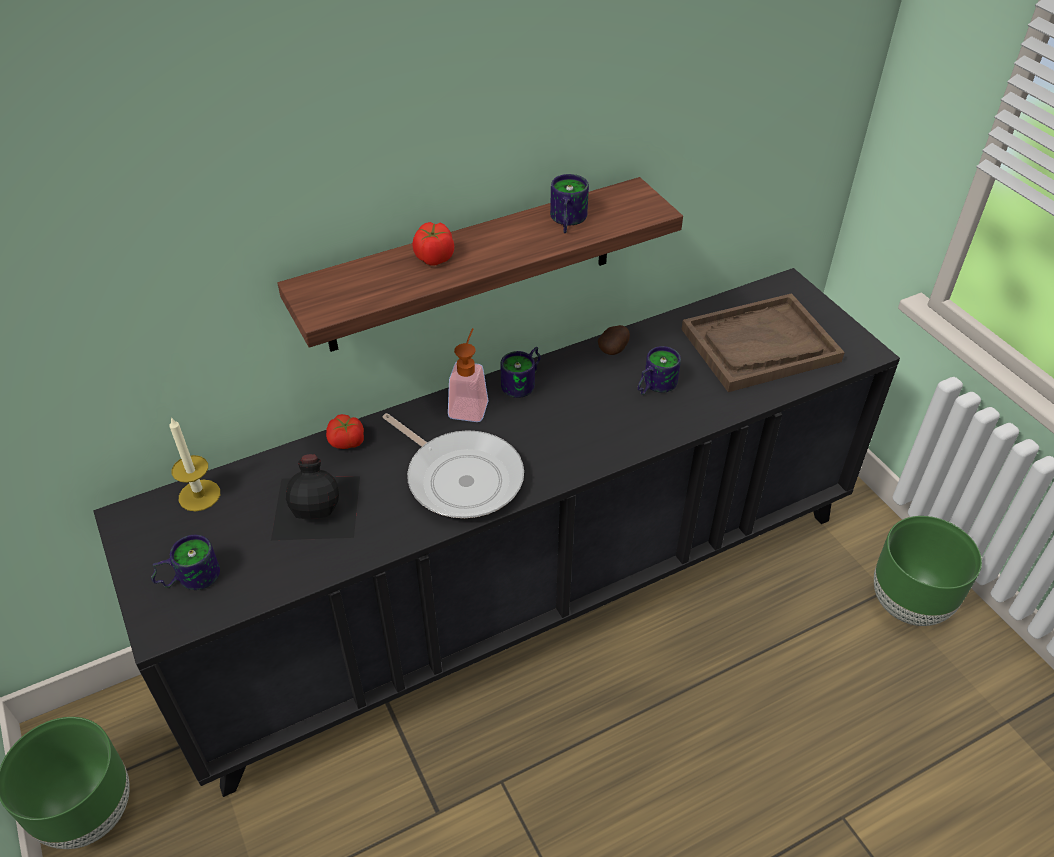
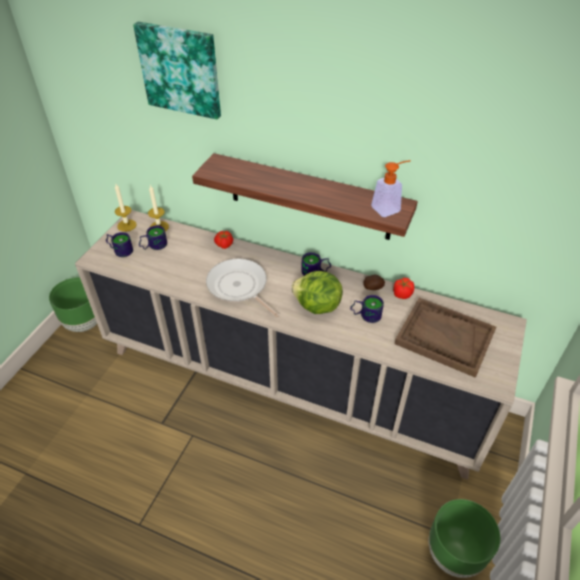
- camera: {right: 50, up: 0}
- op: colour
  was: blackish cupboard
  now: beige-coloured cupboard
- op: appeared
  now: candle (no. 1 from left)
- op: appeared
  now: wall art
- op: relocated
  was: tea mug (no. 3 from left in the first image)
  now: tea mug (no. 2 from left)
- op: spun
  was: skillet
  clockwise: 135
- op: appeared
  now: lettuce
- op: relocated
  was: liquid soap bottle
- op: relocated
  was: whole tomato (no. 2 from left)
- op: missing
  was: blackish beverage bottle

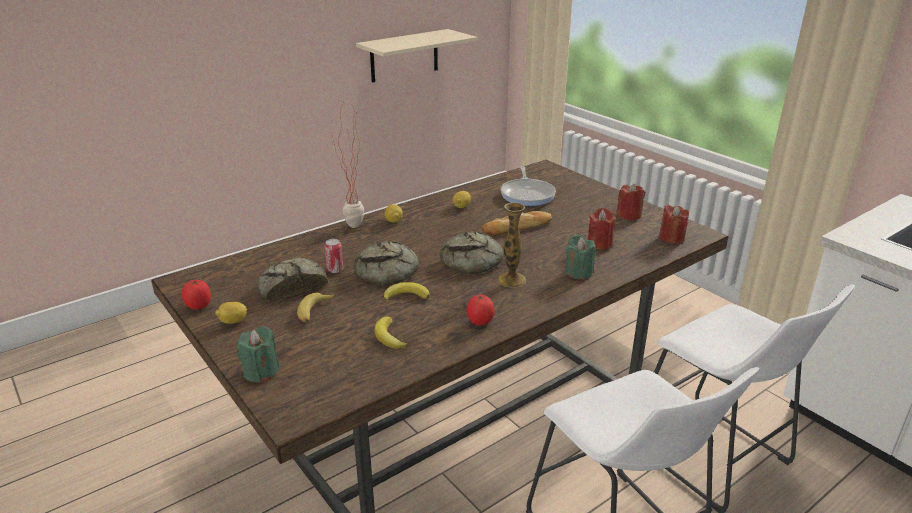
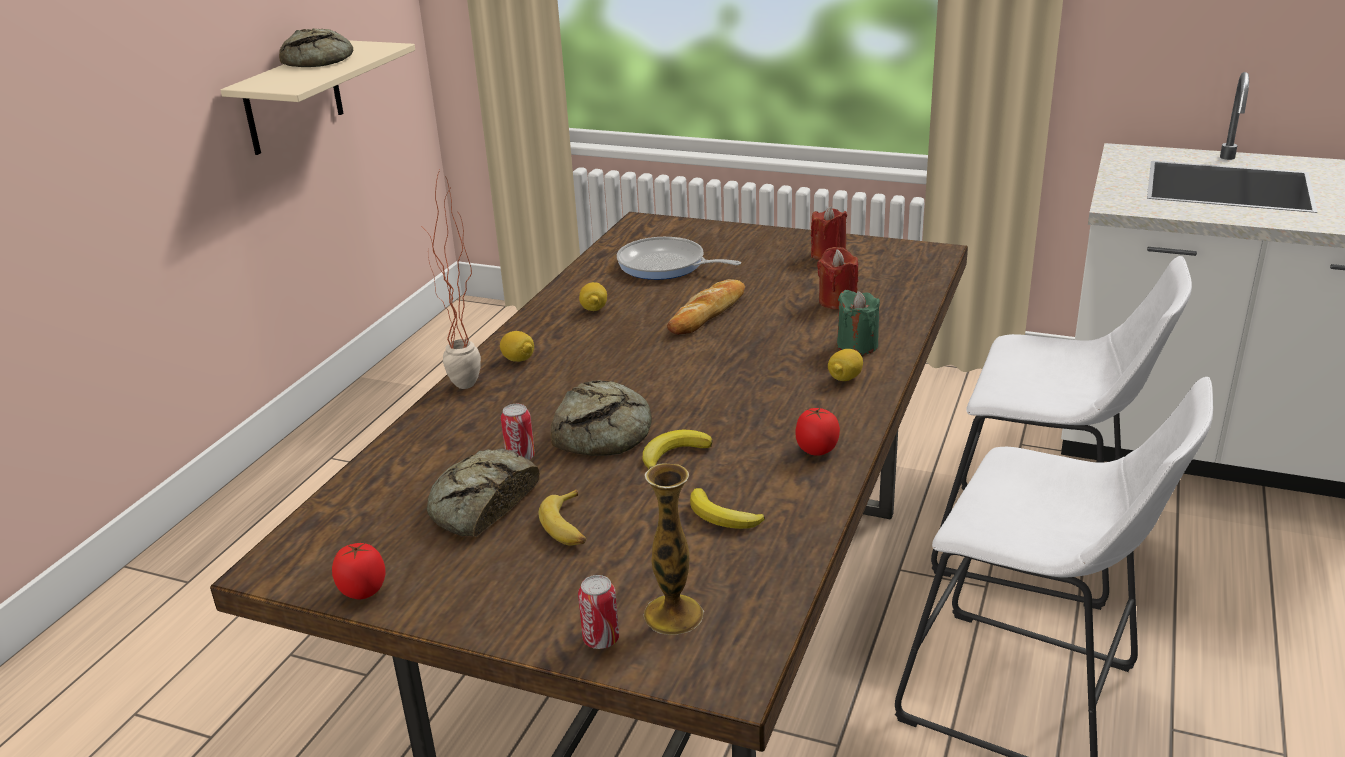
- camera: {right: -30, up: 0}
- op: relocated
  was: baked bread (no. 3 from left in the first image)
  now: baked bread (no. 1 from left)
- op: exchanged
  was: green-coloured candle (no. 1 from left)
  now: sealed can (no. 2 from left)
- op: spun
  was: skillet
  clockwise: 150
- op: relocated
  was: vase
- op: relocated
  was: lemon (no. 1 from left in the first image)
  now: lemon (no. 3 from left)
- op: missing
  was: reddish candle (no. 3 from left)

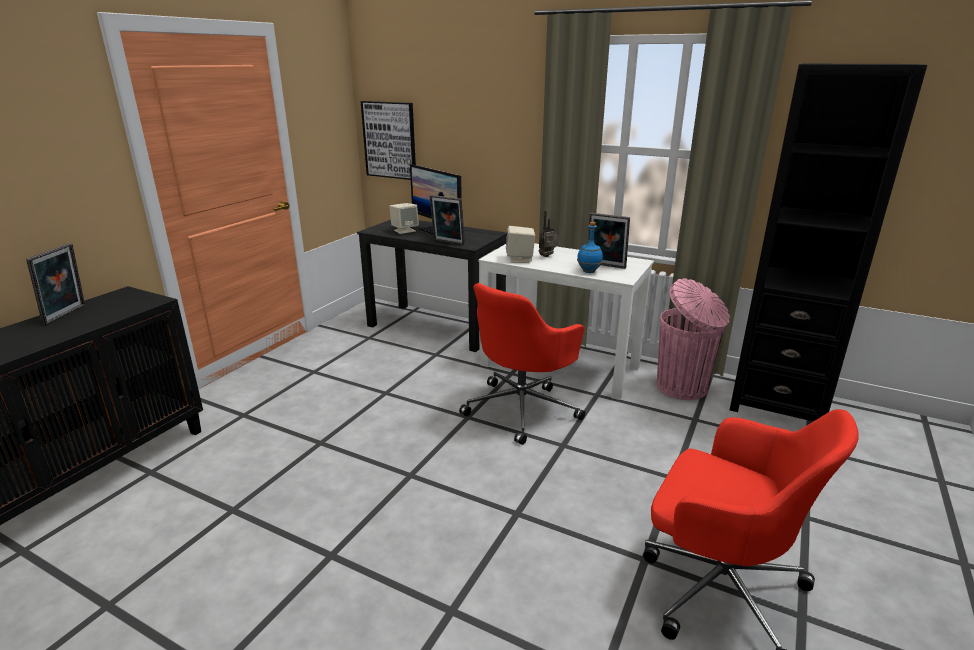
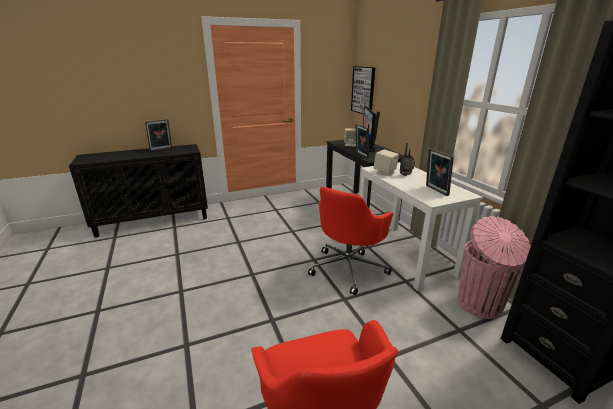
- camera: {right: 40, up: 0}
- op: spun
  was: reddish desk chair (no. 1 from left in the first image)
  clockwise: -45
- op: missing
  was: blue beverage bottle

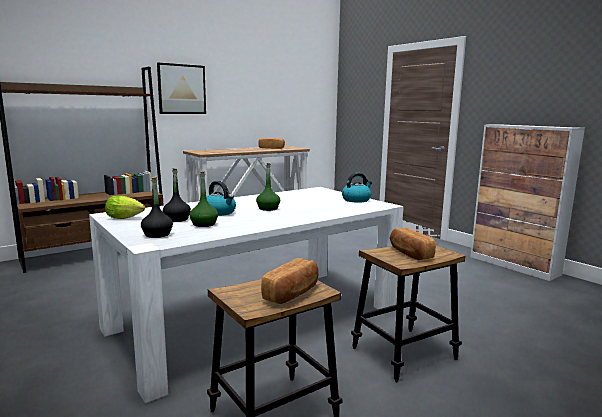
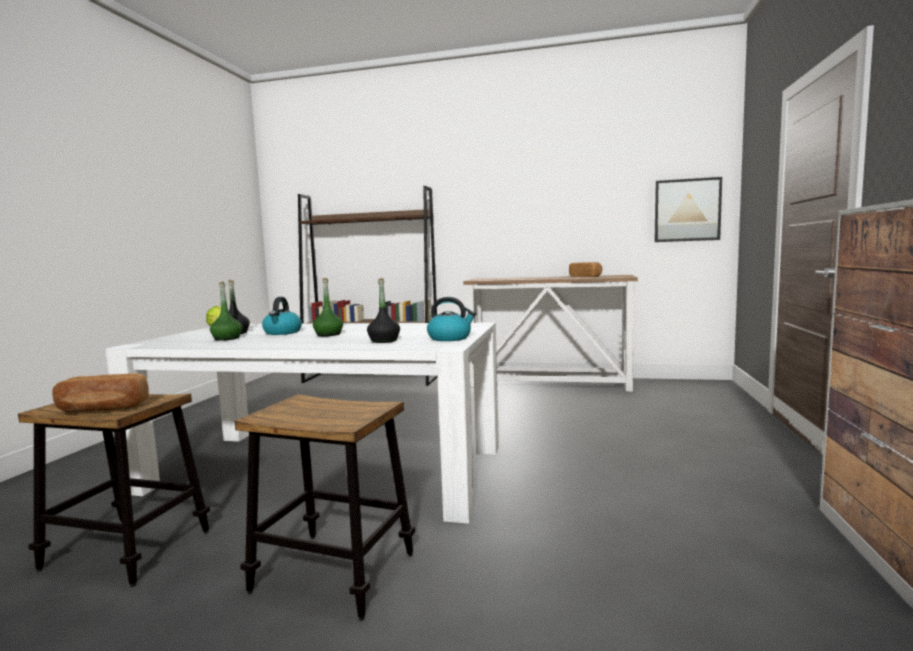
- camera: {right: 50, up: -5}
- op: relocated
  was: blackish beverage bottle (no. 1 from left in the first image)
  now: blackish beverage bottle (no. 2 from left)
- op: relocated
  was: wall art
- op: missing
  was: baked bread (no. 3 from left)

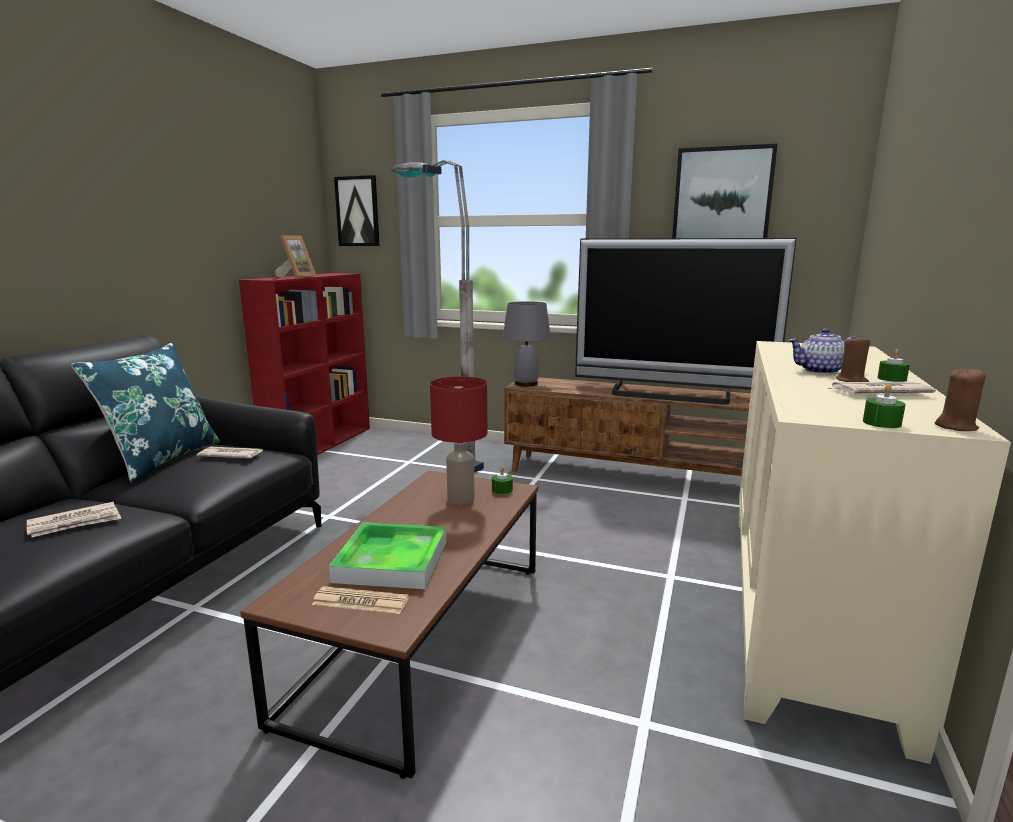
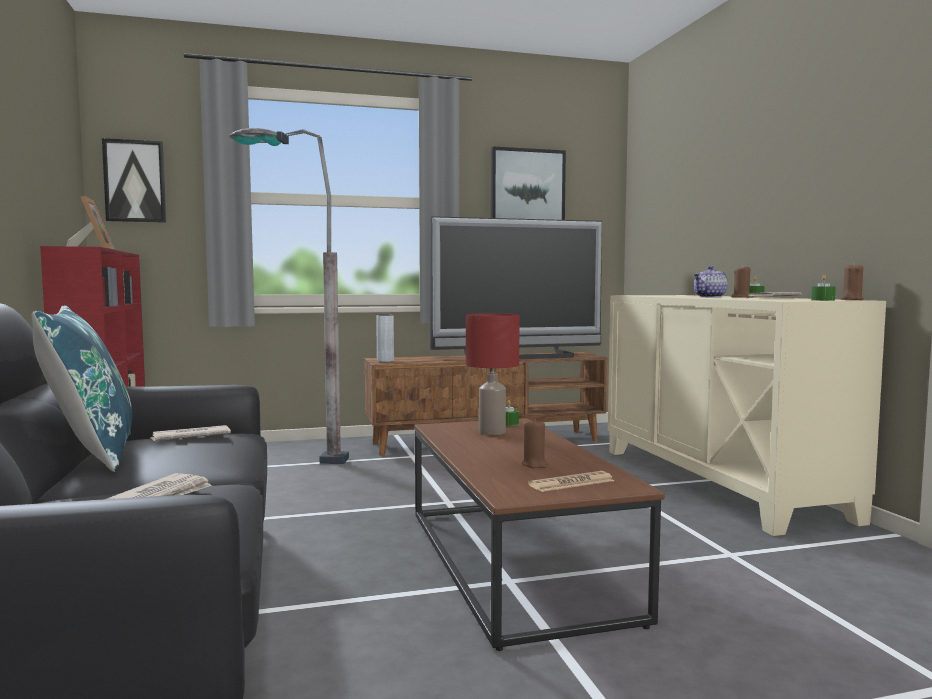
- camera: {right: -35, up: -10}
- op: exchanged
  was: gray table lamp
  now: gray vase
- op: exchanged
  was: tray
  now: brown candle (no. 1 from left)

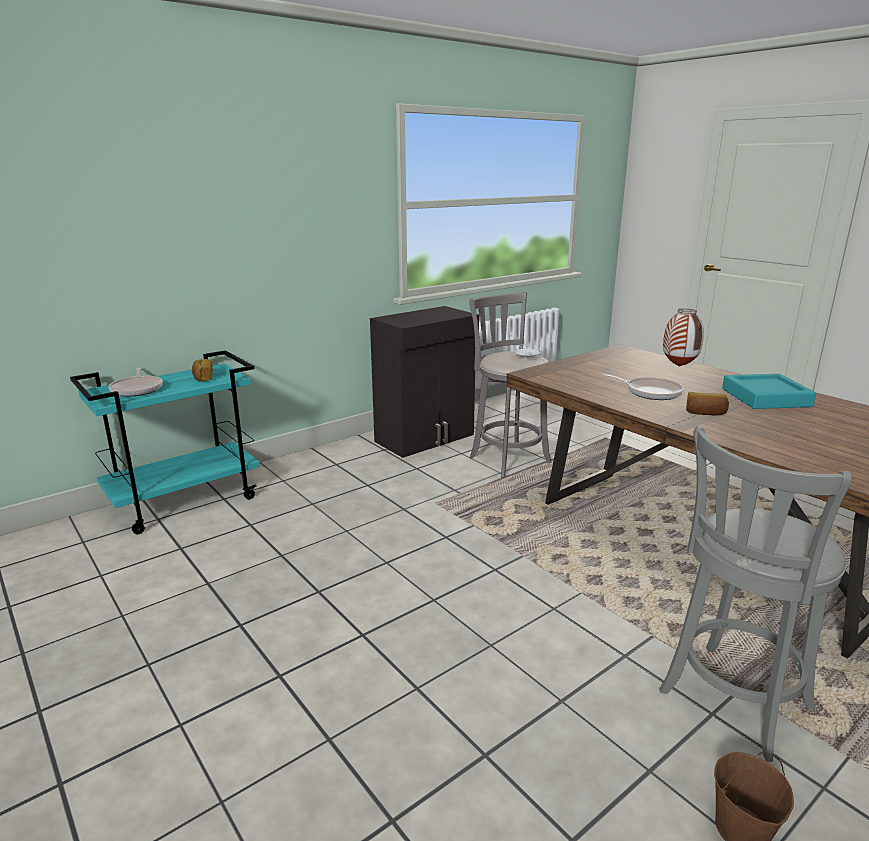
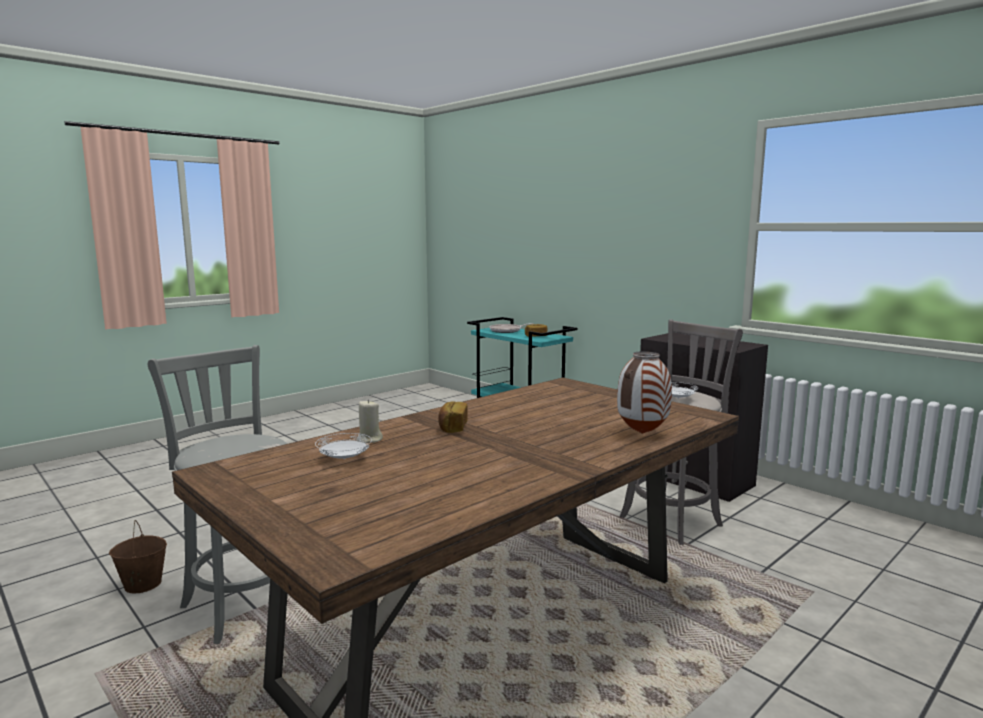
- camera: {right: 85, up: -10}
- op: appeared
  now: white plate (no. 1 from left)
- op: appeared
  now: beige-coloured candle
- op: missing
  was: skillet (no. 2 from left)
- op: missing
  was: turquoise-coloured tray

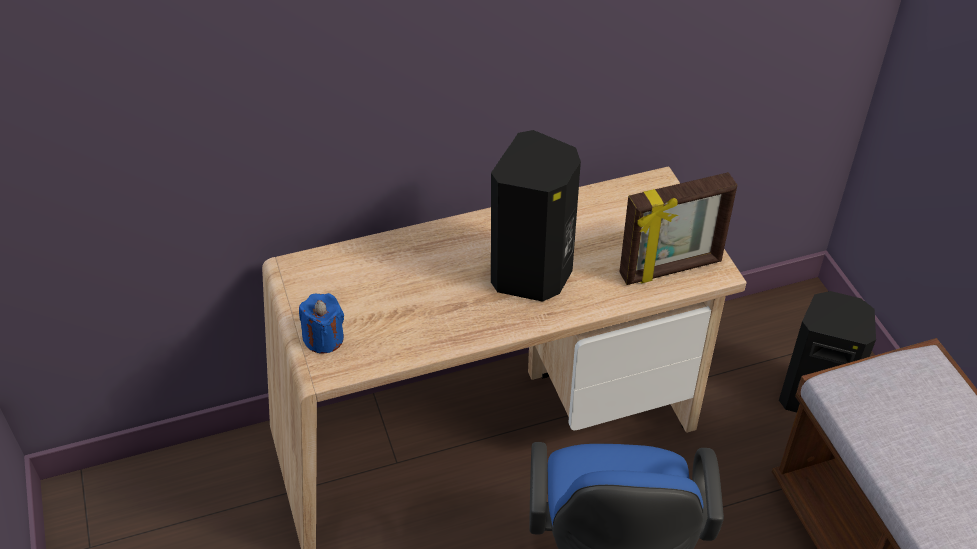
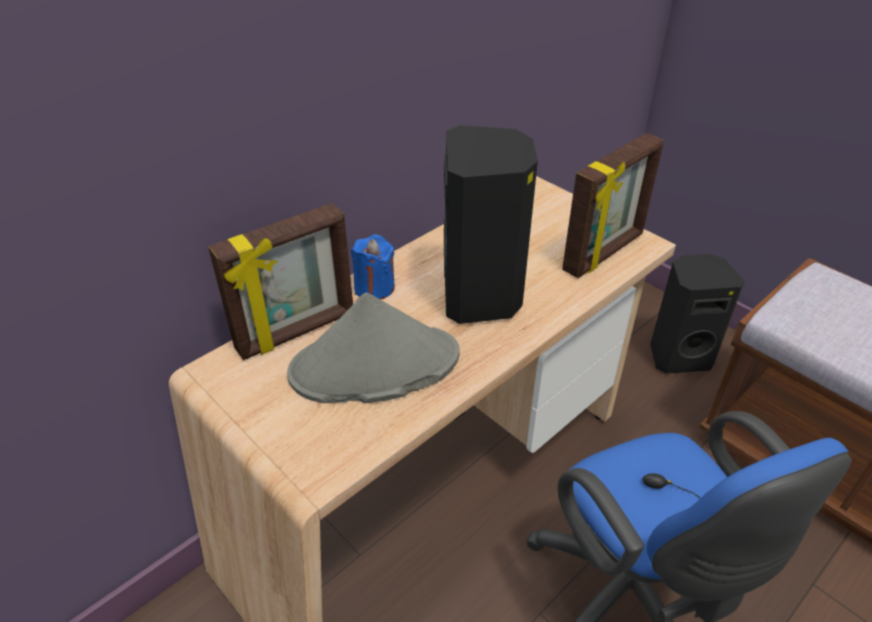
- camera: {right: -25, up: -5}
- op: appeared
  now: photo frame (no. 1 from left)
- op: appeared
  now: gray clothing hat
- op: relocated
  was: blue candle

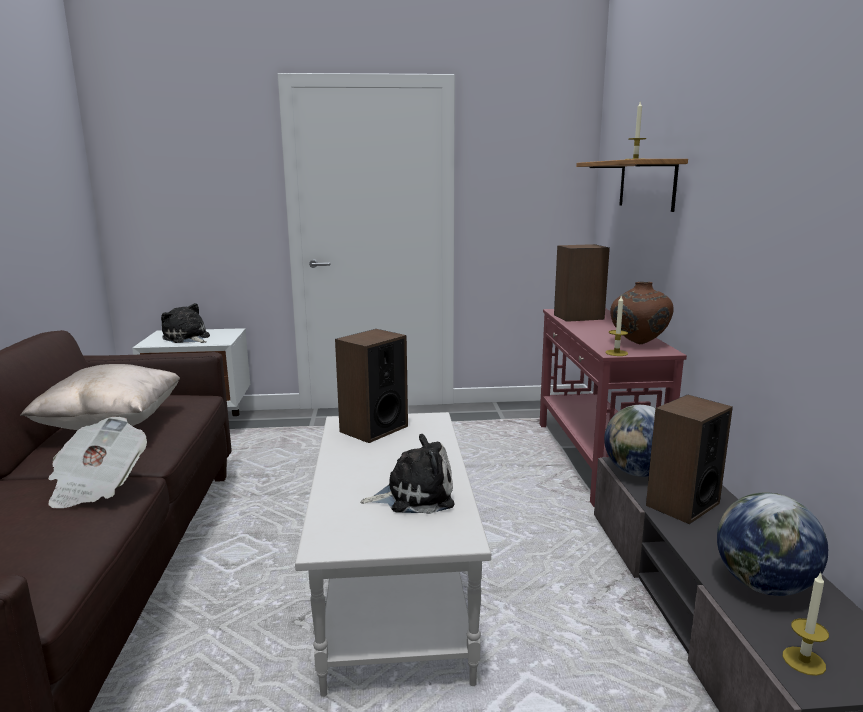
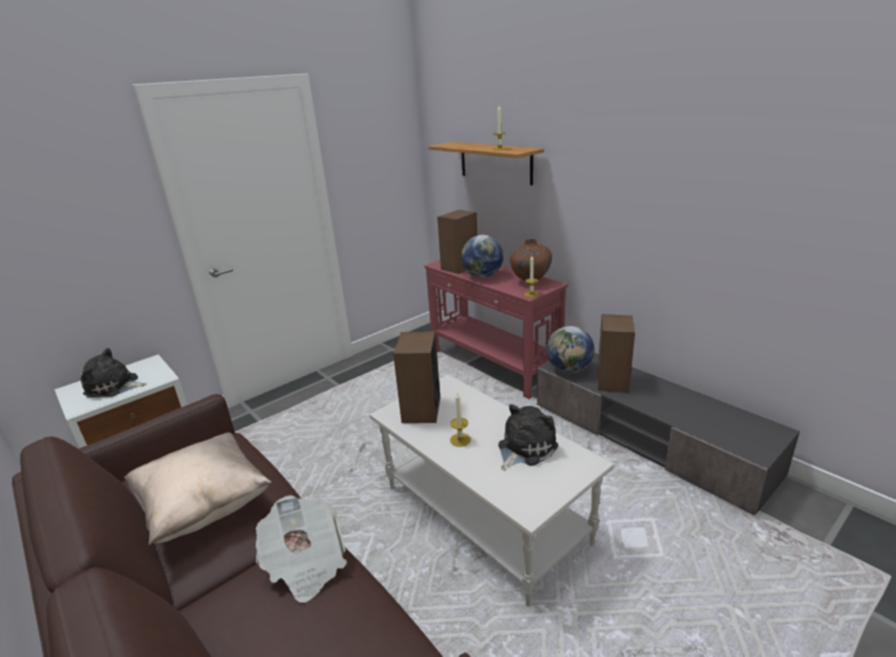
- camera: {right: -35, up: 10}
- op: relocated
  was: candle (no. 3 from left in the first image)
  now: candle (no. 1 from left)
- op: relocated
  was: globe (no. 2 from left in the first image)
  now: globe (no. 1 from left)

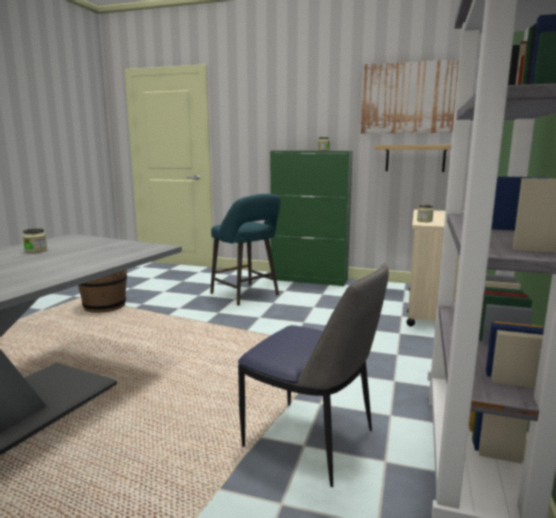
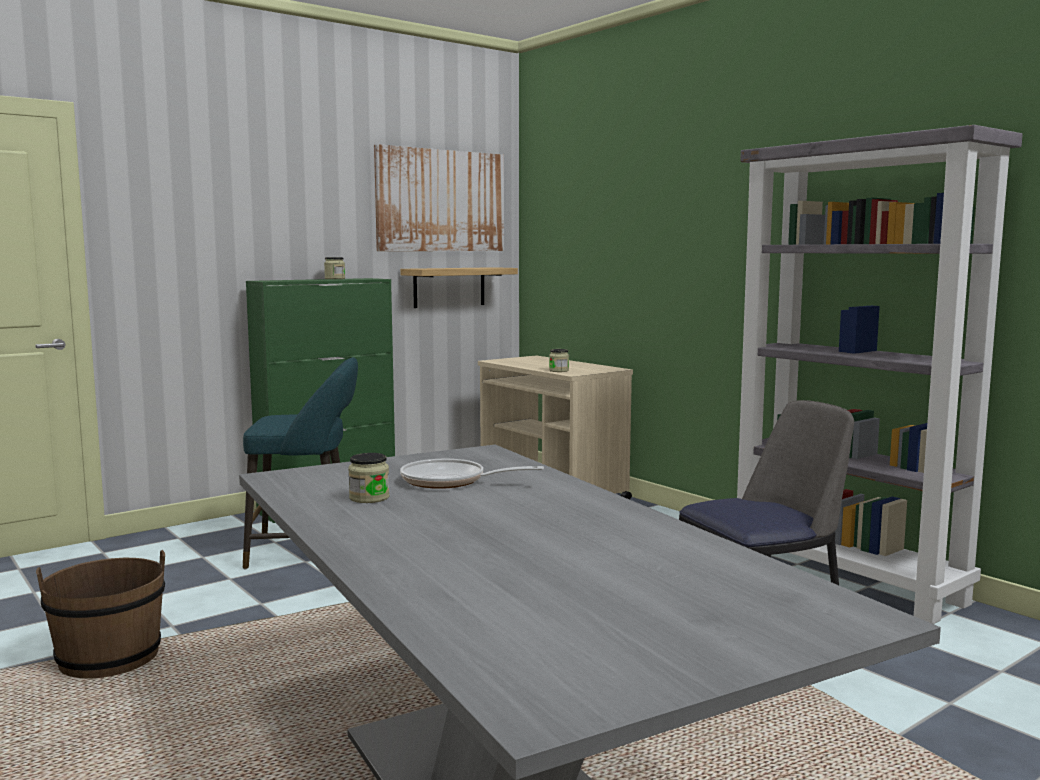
- camera: {right: -55, up: -5}
- op: appeared
  now: skillet

